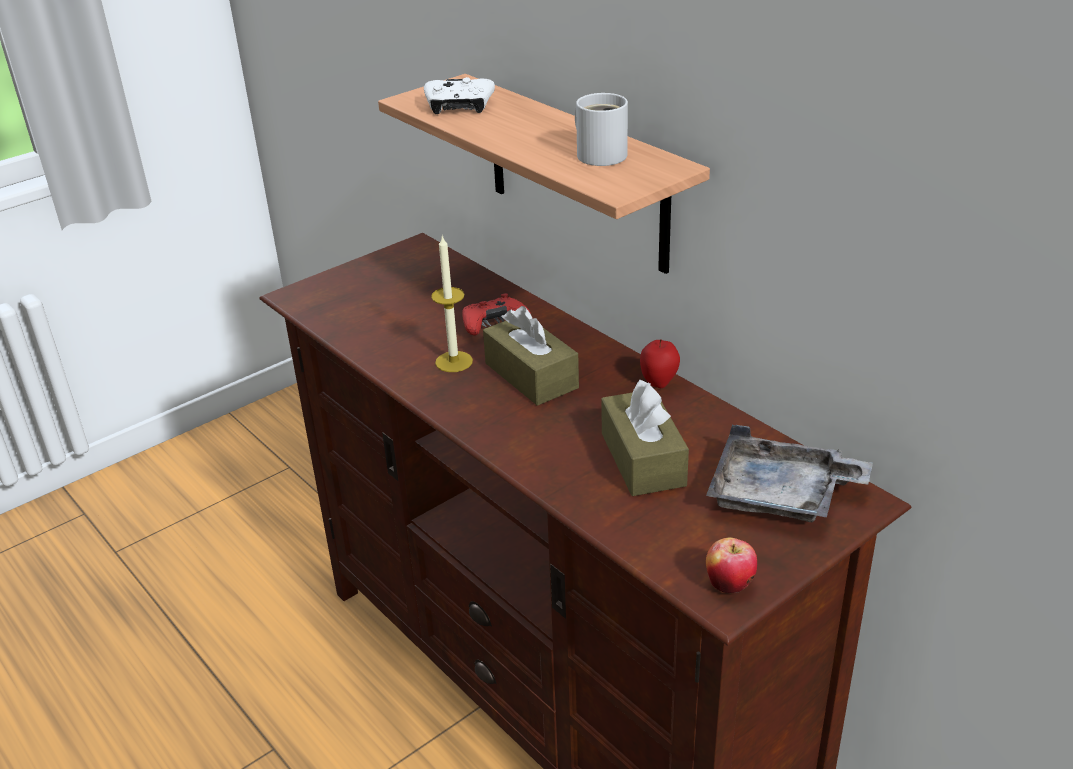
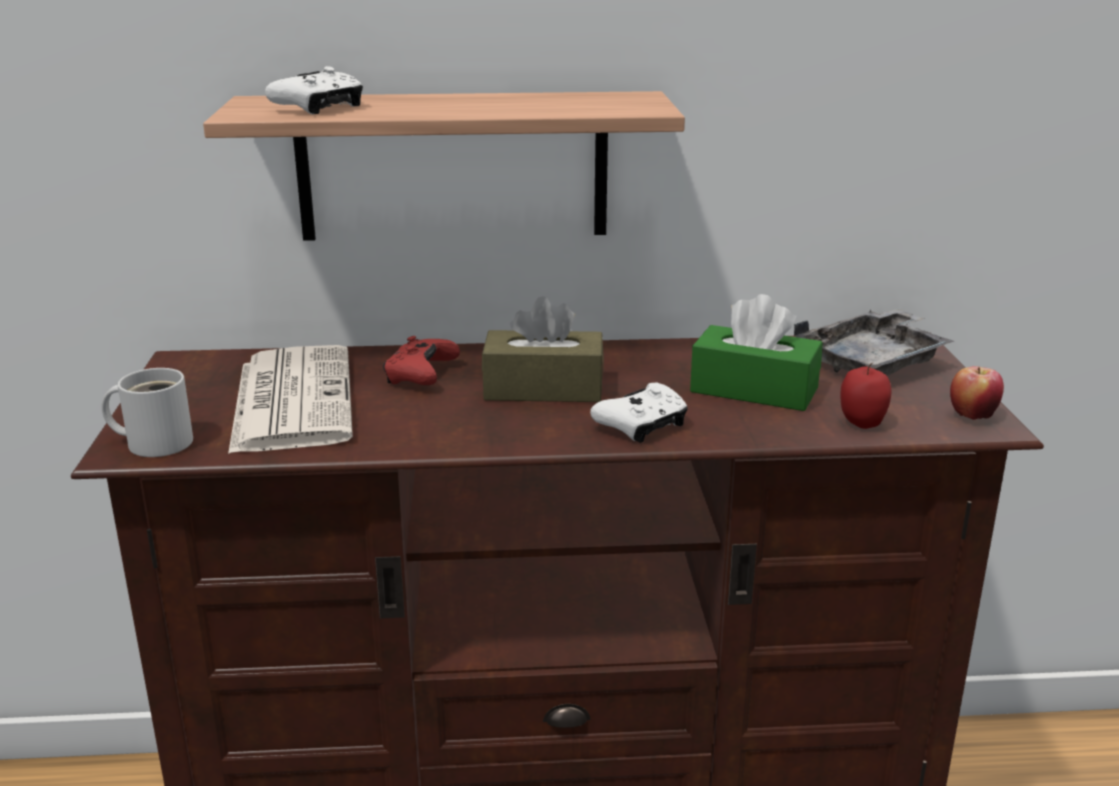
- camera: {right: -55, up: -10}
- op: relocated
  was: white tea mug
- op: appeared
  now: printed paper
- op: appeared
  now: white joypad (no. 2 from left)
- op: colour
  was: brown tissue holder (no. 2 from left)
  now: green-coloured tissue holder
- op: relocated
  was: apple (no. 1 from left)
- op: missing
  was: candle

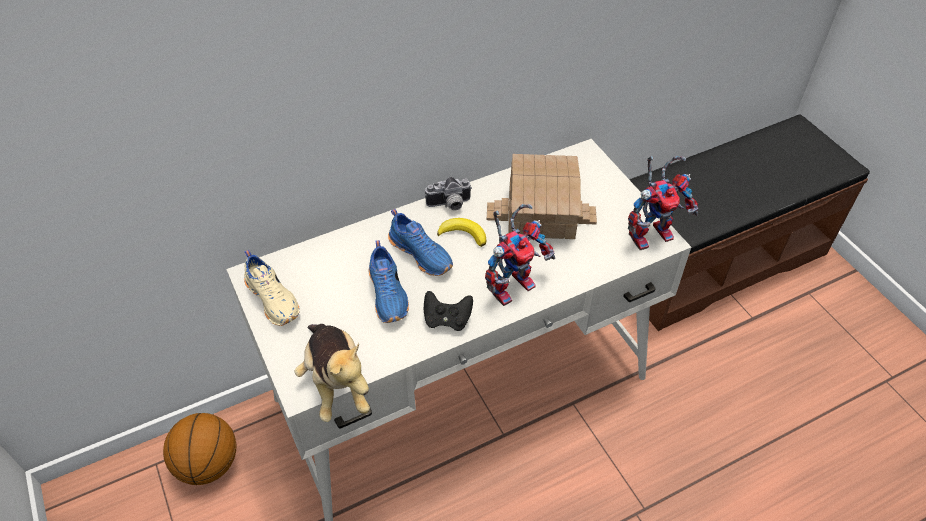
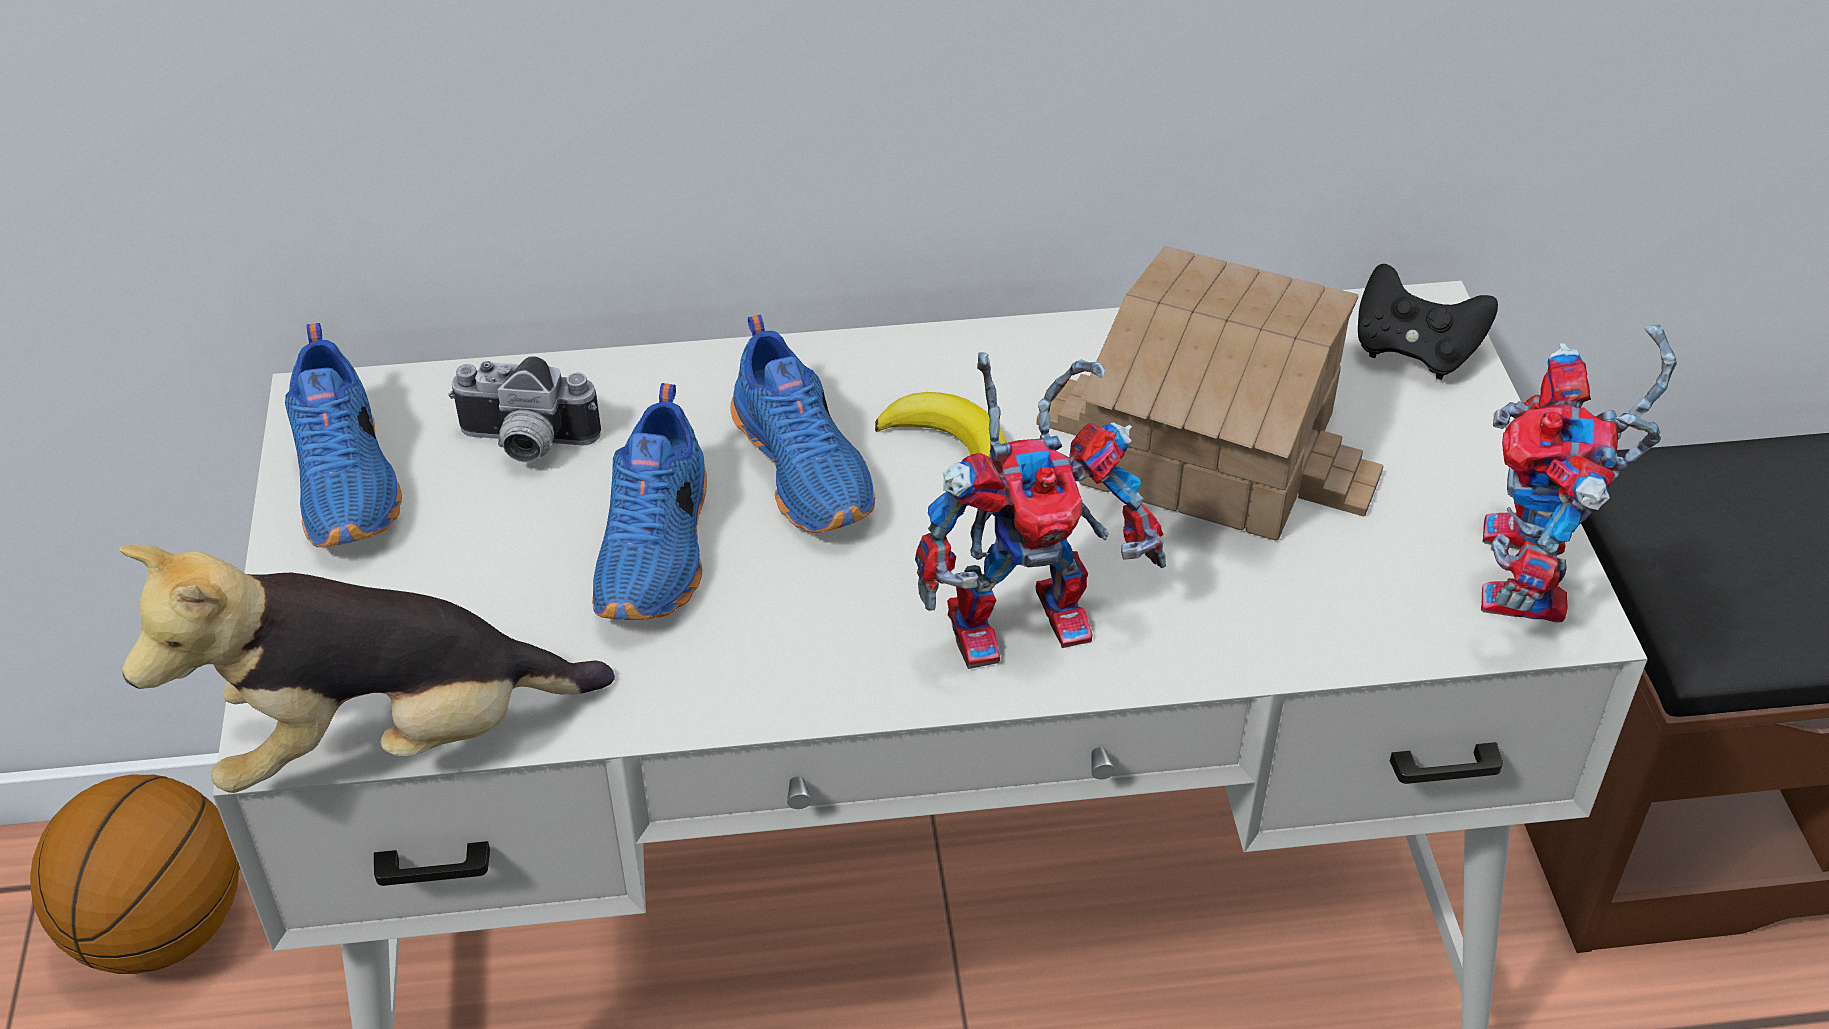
- camera: {right: 20, up: -5}
- op: spun
  was: plush toy
  clockwise: 75
- op: colour
  was: beige-coloured low shoe
  now: blue low shoe (no. 1 from left)
- op: relocated
  was: still camera
- op: relocated
  was: blackish joypad
- op: spun
  was: toy robot (no. 2 from left)
  clockwise: 105

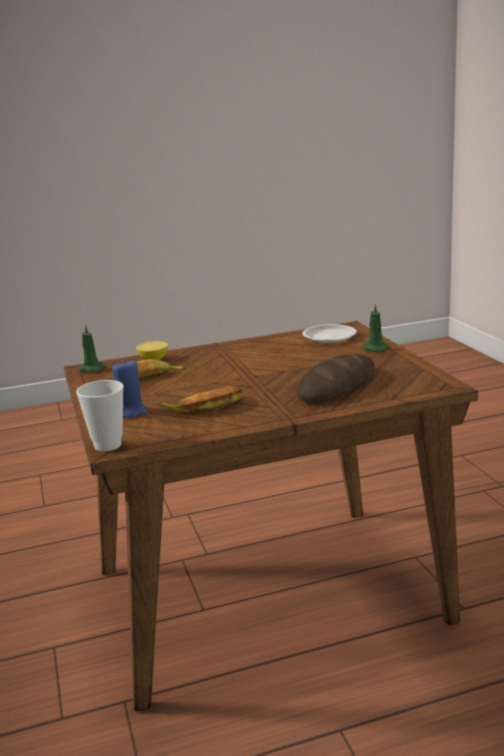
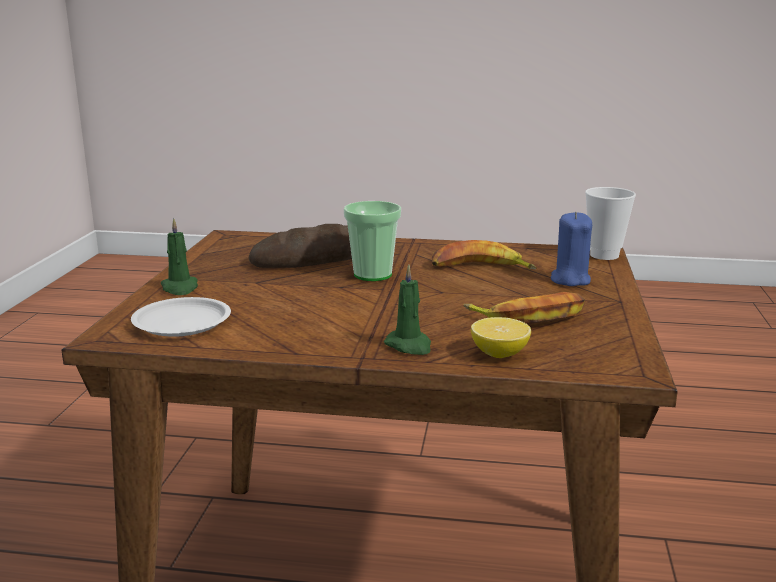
- camera: {right: -155, up: 0}
- op: appeared
  now: drinking cup (no. 1 from left)
- op: relocated
  was: green-coloured candle (no. 1 from left in the first image)
  now: green-coloured candle (no. 2 from left)

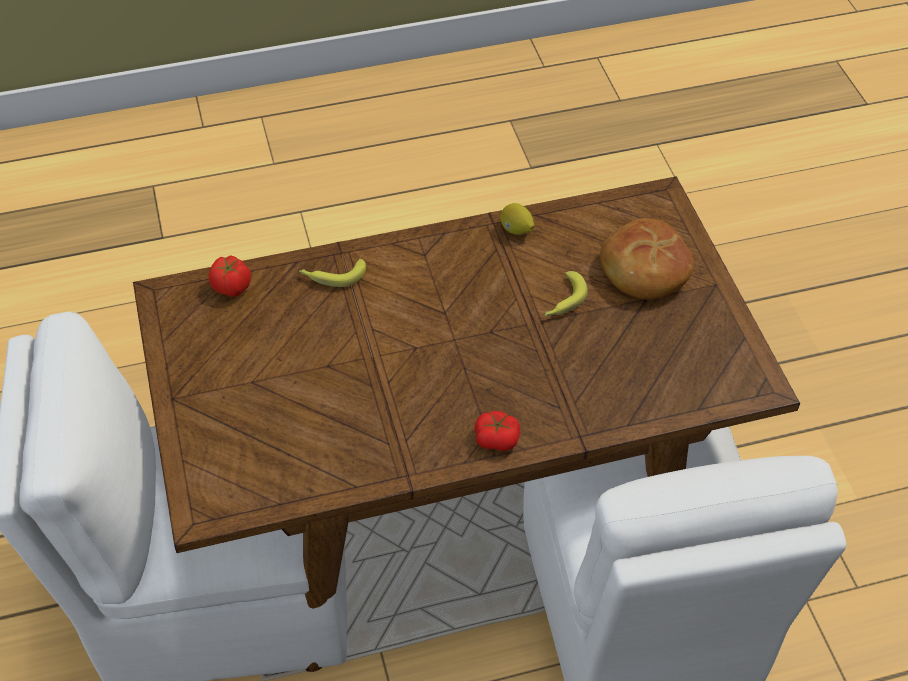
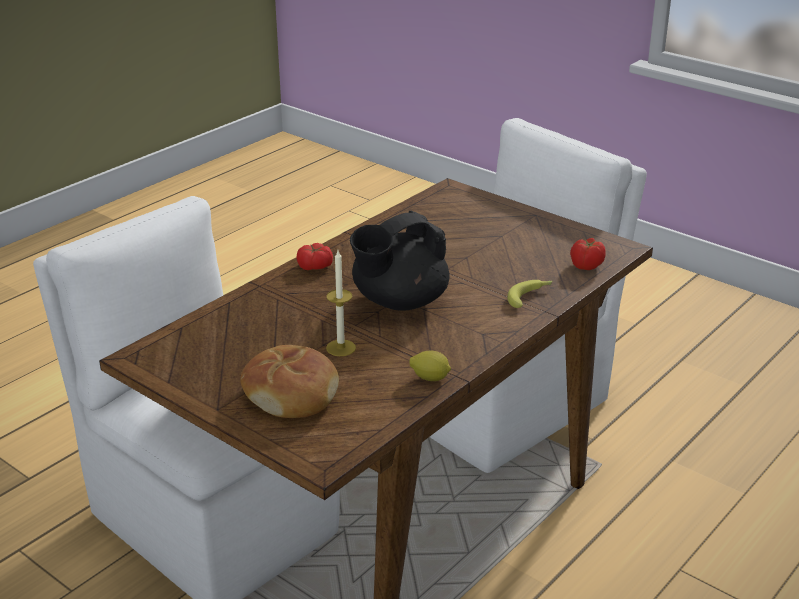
- camera: {right: 145, up: -20}
- op: exchanged
  was: banana fruit (no. 2 from left)
  now: candle
- op: appeared
  now: blackish tea pot

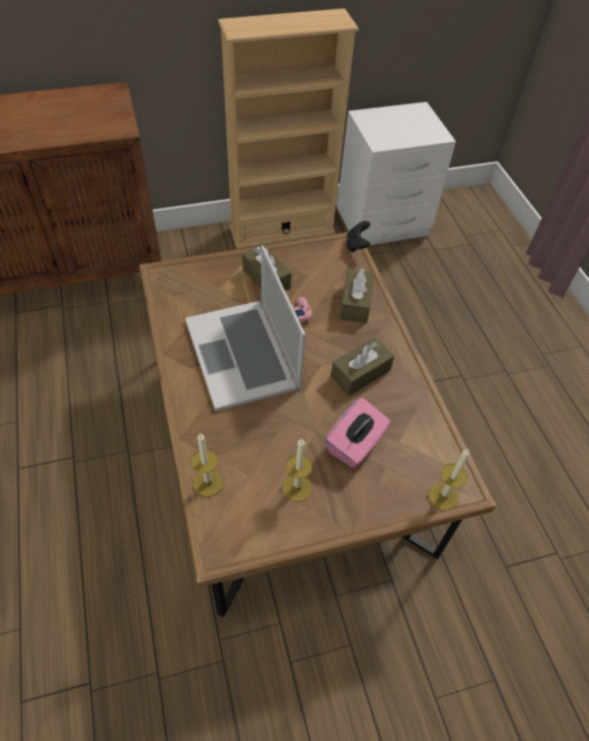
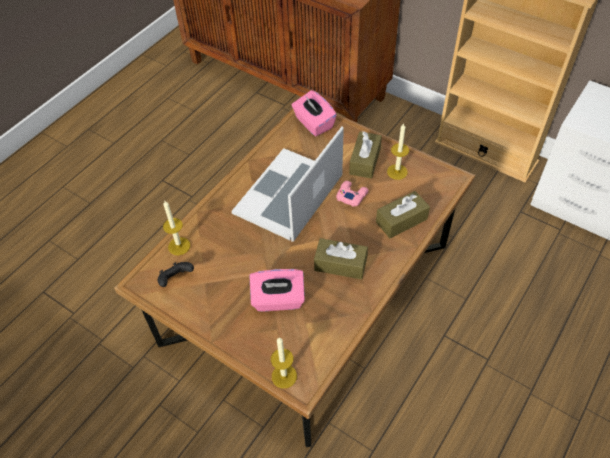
- camera: {right: 55, up: 0}
- op: relocated
  was: blackish joypad
- op: appeared
  now: pink-coloured tissue holder (no. 2 from left)
- op: relocated
  was: candle (no. 2 from left in the first image)
  now: candle (no. 3 from left)

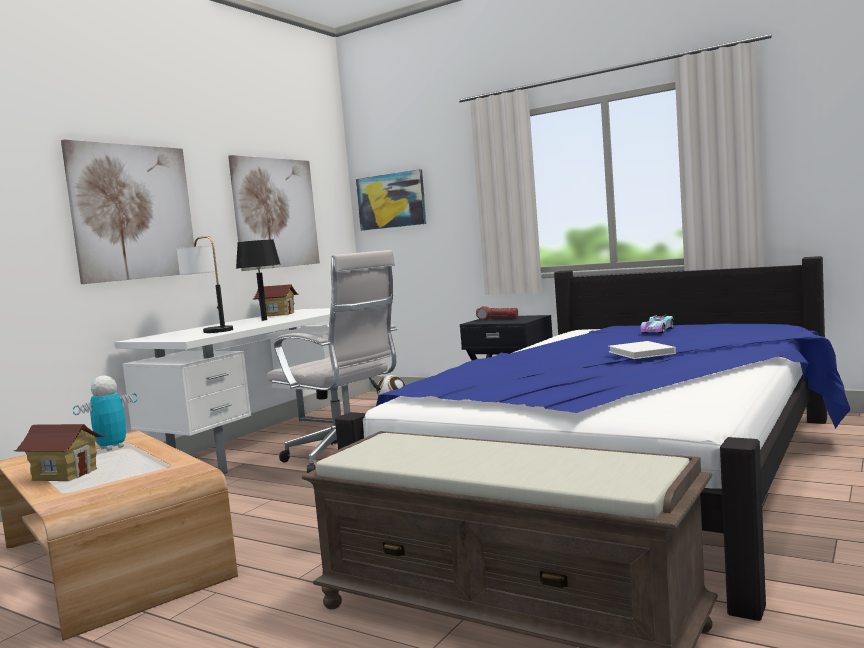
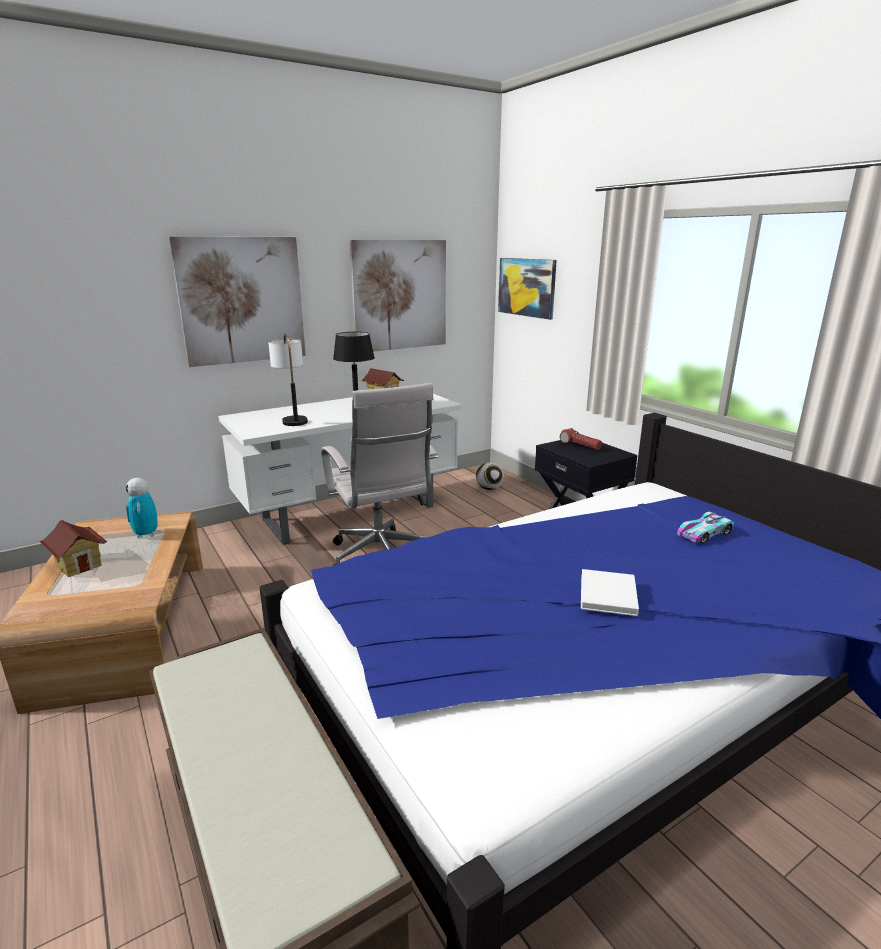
- camera: {right: 25, up: 15}
- op: spun
  was: toy robot
  clockwise: -90

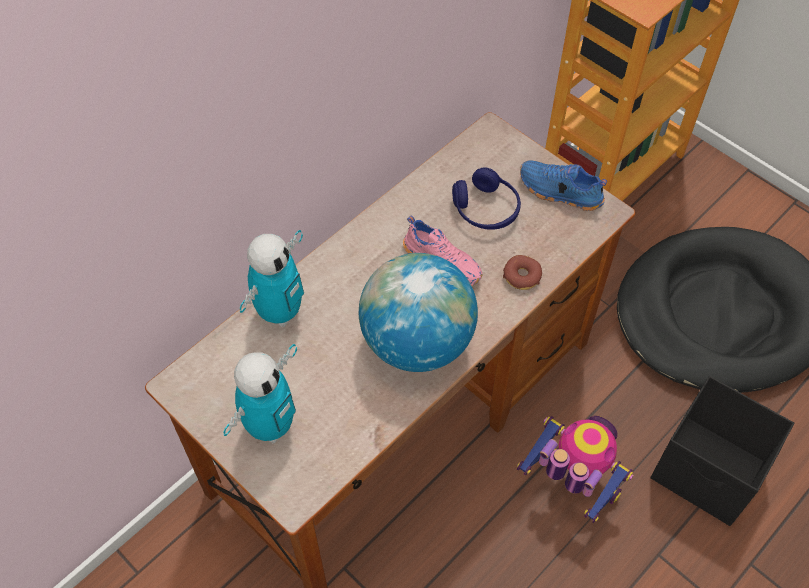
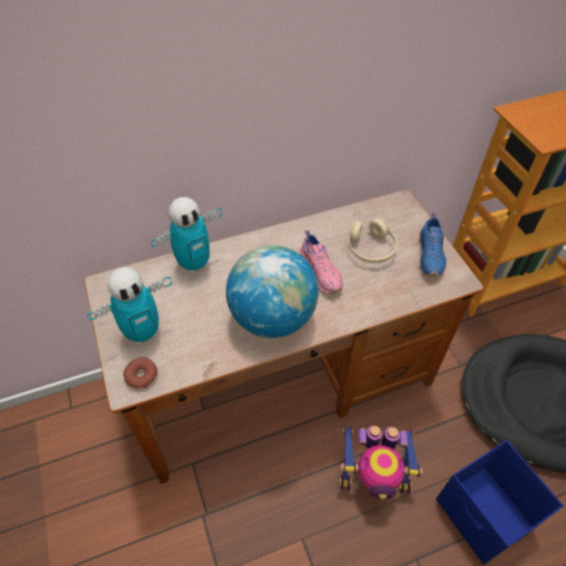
- camera: {right: 25, up: -5}
- op: relocated
  was: doughnut
- op: spun
  was: toy robot (no. 3 from left)
  clockwise: 120
- op: colour
  was: blue pair of headphones
  now: beige-coloured pair of headphones
- op: spun
  was: blue low shoe
  clockwise: -135
- op: colour
  was: blackish storage bin
  now: blue storage bin

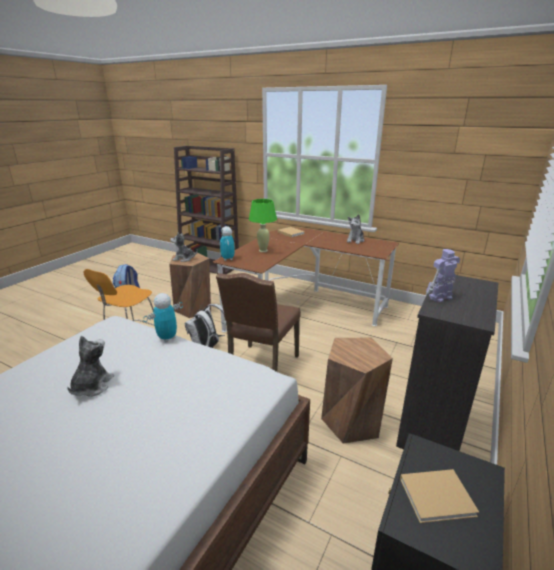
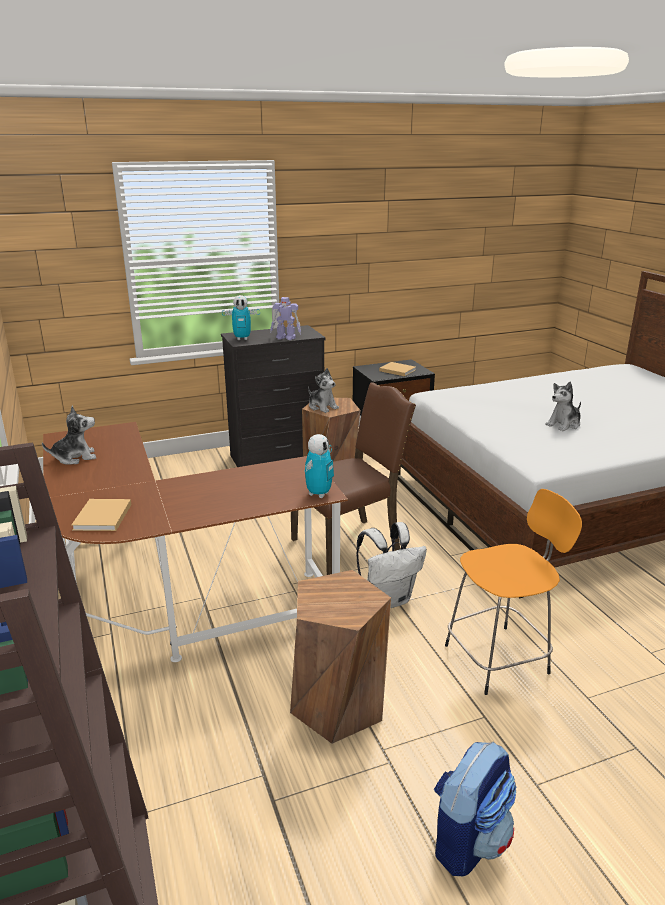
- camera: {right: -140, up: 0}
- op: relocated
  was: toy robot (no. 1 from left)
- op: relocated
  was: plush toy (no. 2 from left)
- op: missing
  was: green-coloured table lamp

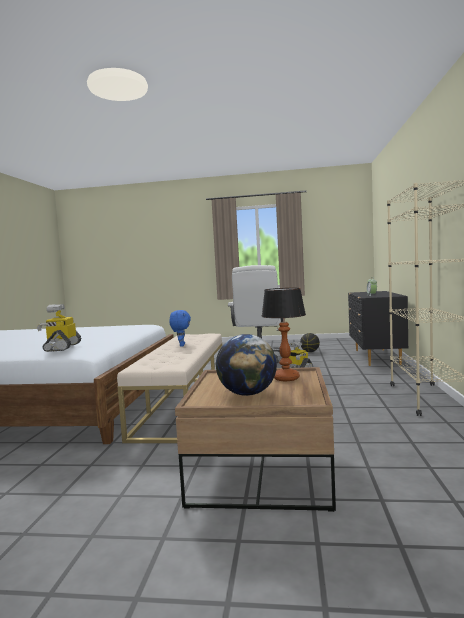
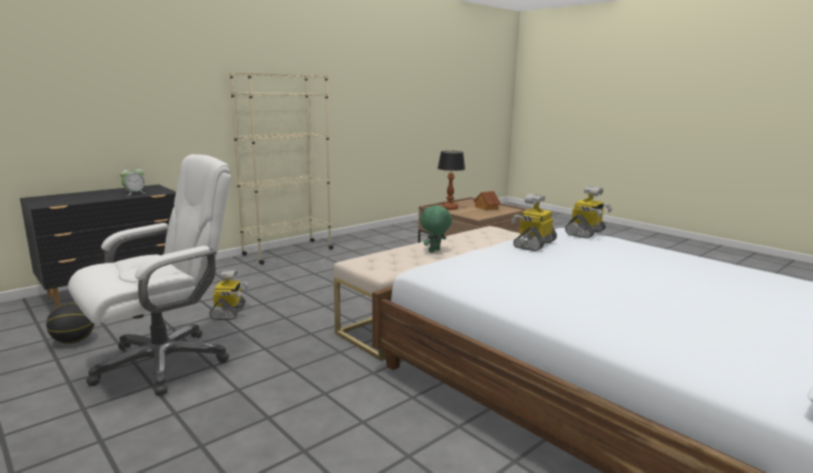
- camera: {right: -140, up: 10}
- op: colour
  was: blue plush toy
  now: green-coloured plush toy
- op: exchanged
  was: globe
  now: miniature house
- op: appeared
  now: toy robot (no. 2 from left)

